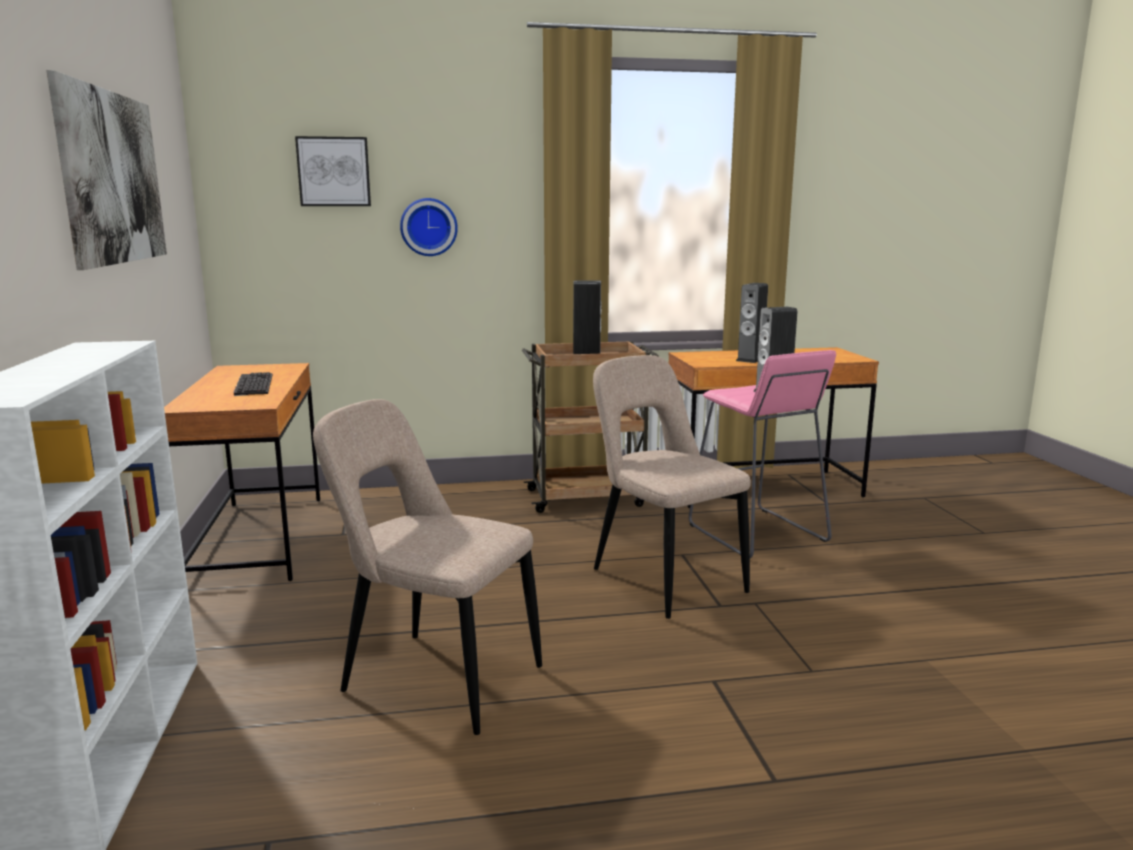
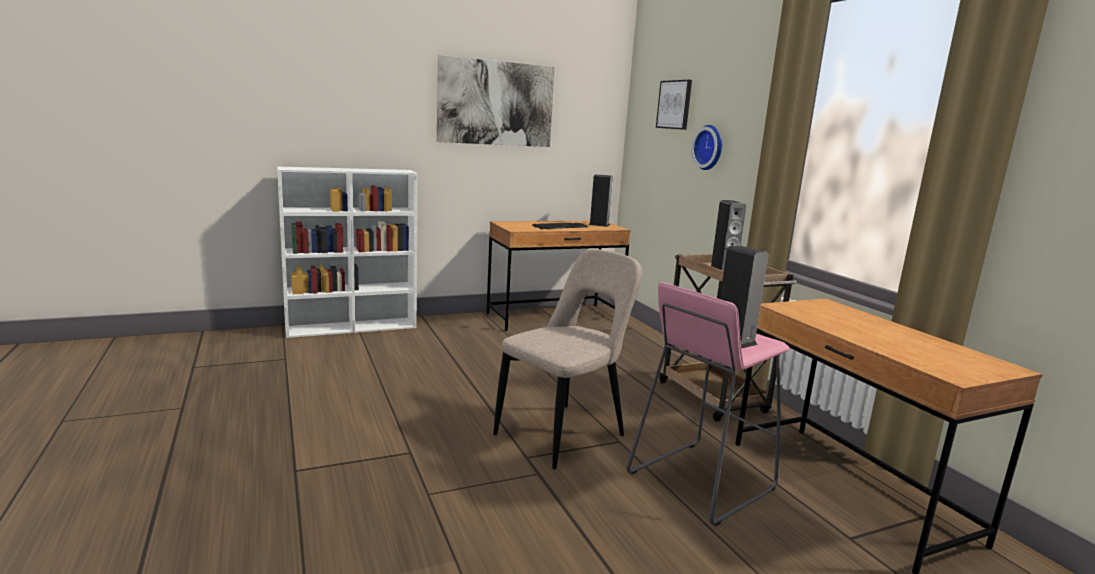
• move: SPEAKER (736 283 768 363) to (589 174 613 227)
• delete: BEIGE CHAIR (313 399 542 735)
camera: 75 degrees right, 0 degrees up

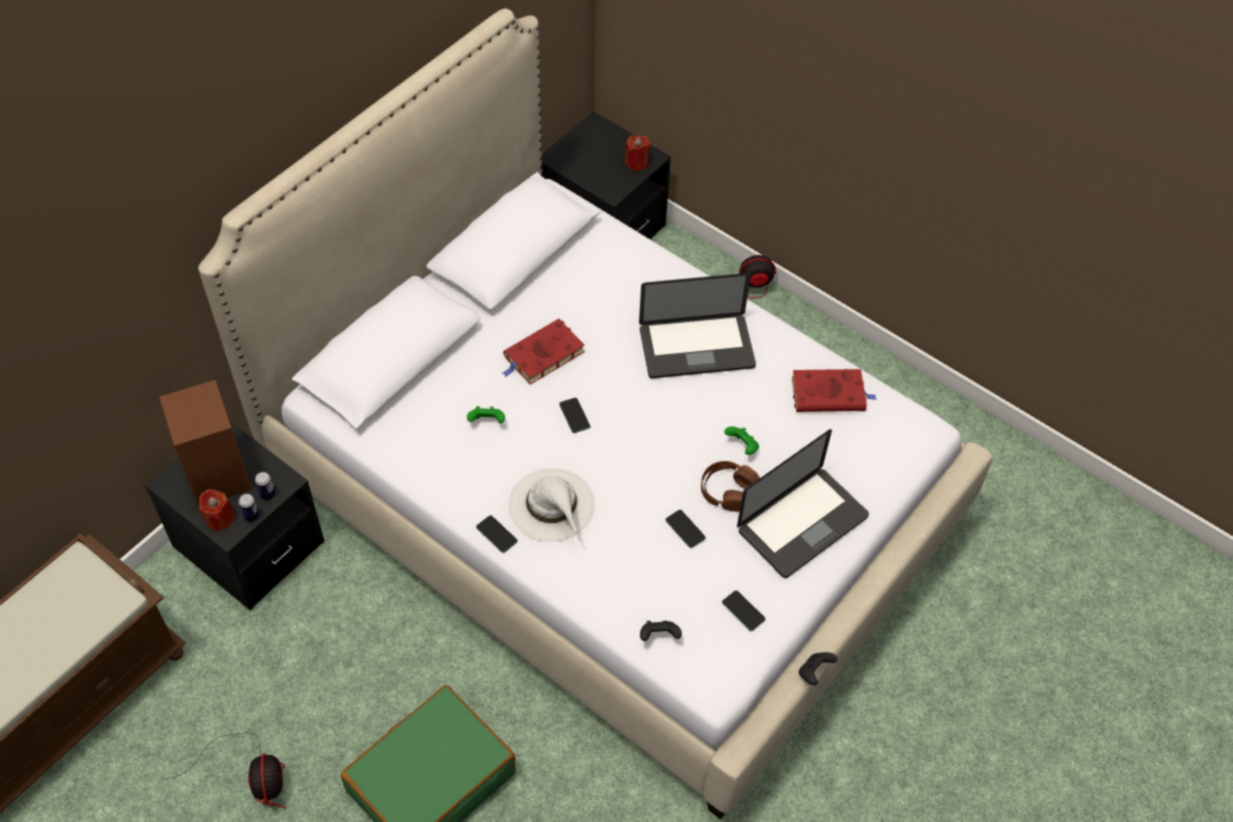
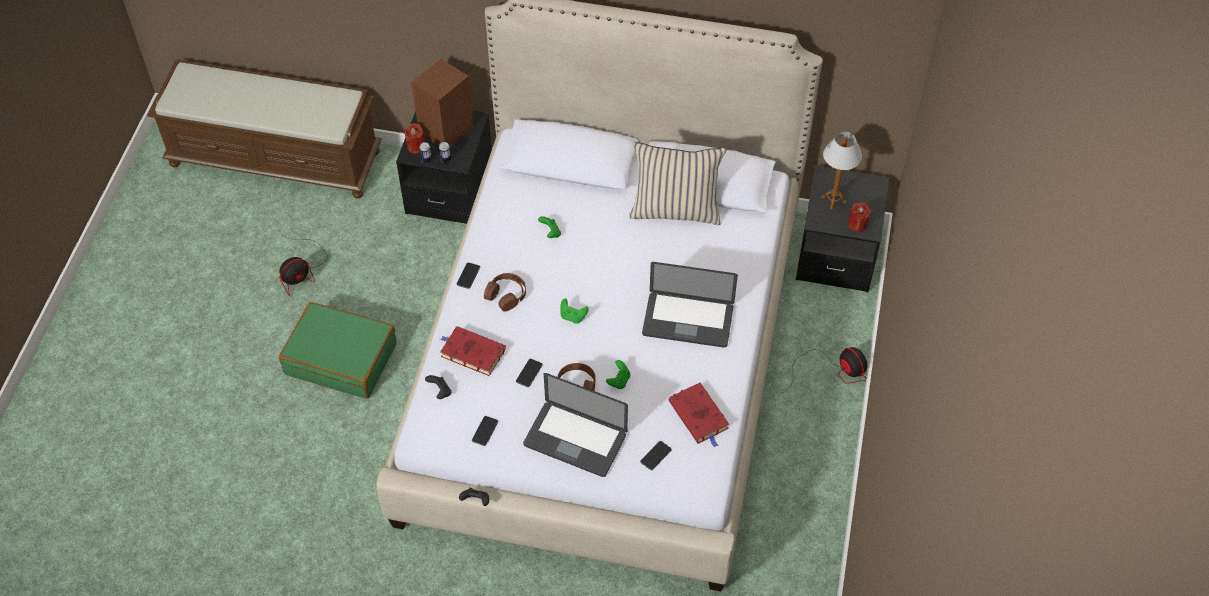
• move: RED BOOK (502 319 585 385) to (440 326 506 376)
• replace: WHITE HAT (508 468 595 542) to BROWN HEADPHONES (484 273 526 312)
• insert: GREEN GAME CONTROLLER (560 298 589 324)
• insert: BEIGE PILLOW (629 143 726 225)
• move: PHONE (559 398 590 433) to (640 441 672 470)
• rotate: LAPTOP (639 273 756 378) = (642 262 738 348) 45 degrees counterclockwise
• insert: TABLE LAMP (822 132 862 209)
camera: 65 degrees right, 0 degrees up

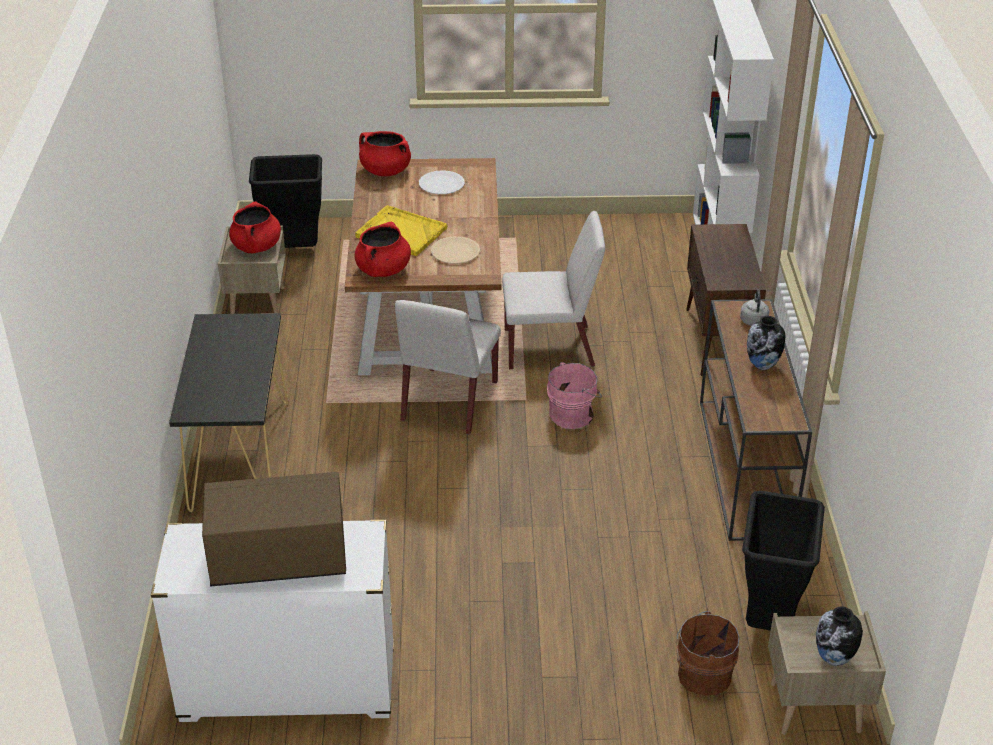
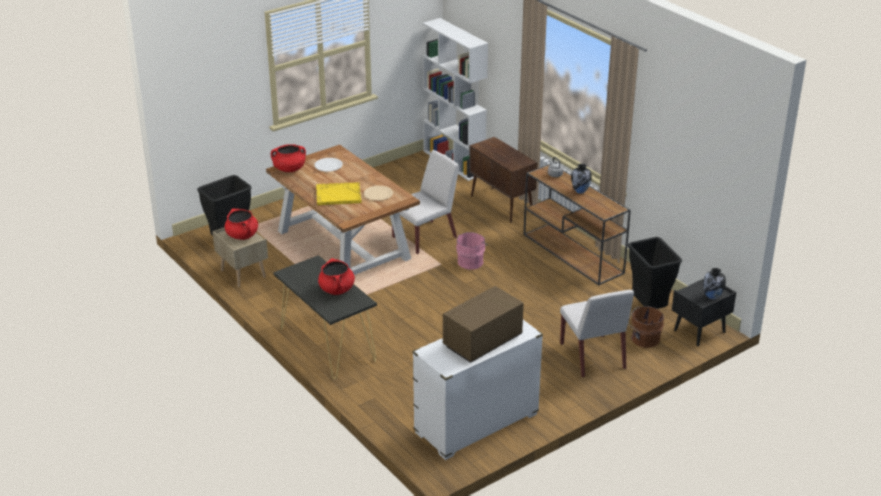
• move: RED COOKING POT (355 222 411 277) to (318 258 355 295)
• move: WHITE CHAIR (395 300 501 435) to (560 290 634 377)
• recolor: BEIGE NIGHTSTAND (768 611 886 735) to BLACK NIGHTSTAND (672 279 736 346)
camera: 35 degrees left, 5 degrees down

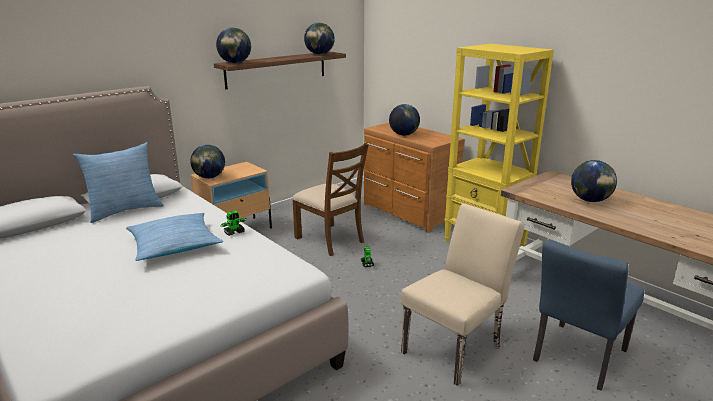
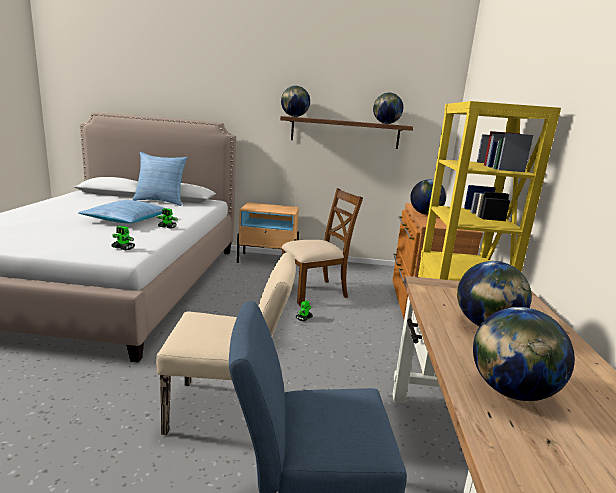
• insert: TOY ROBOT (111 226 135 250)
• rotate: BROWN CHAIR (292 143 368 256) = (282 188 363 305) 120 degrees counterclockwise
• move: GLOBE (190 145 225 179) to (473 307 575 401)
camera: 45 degrees right, 5 degrees down

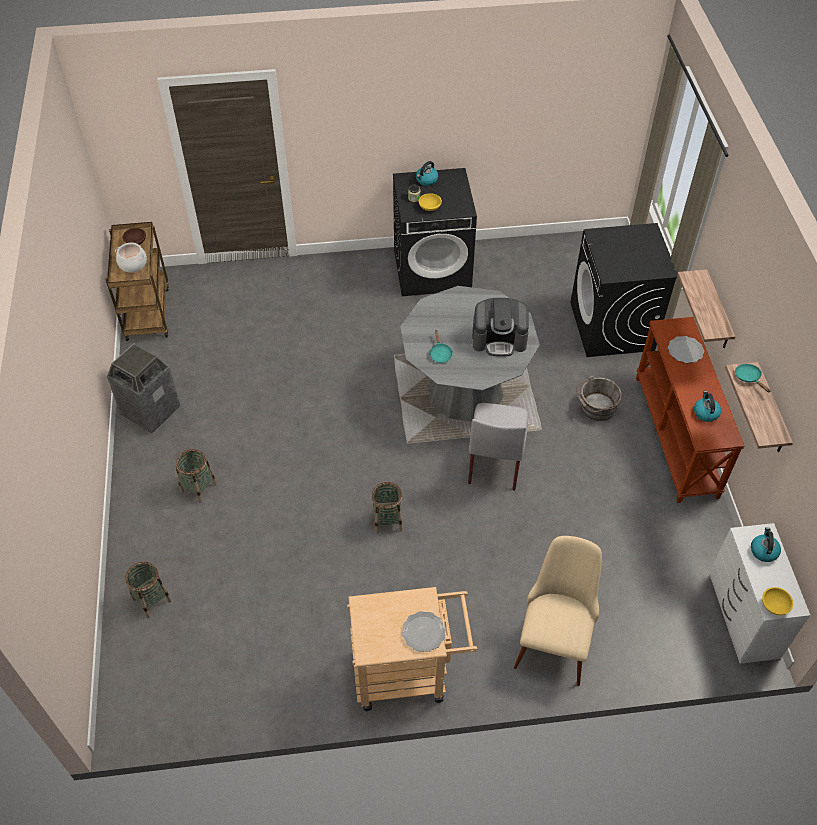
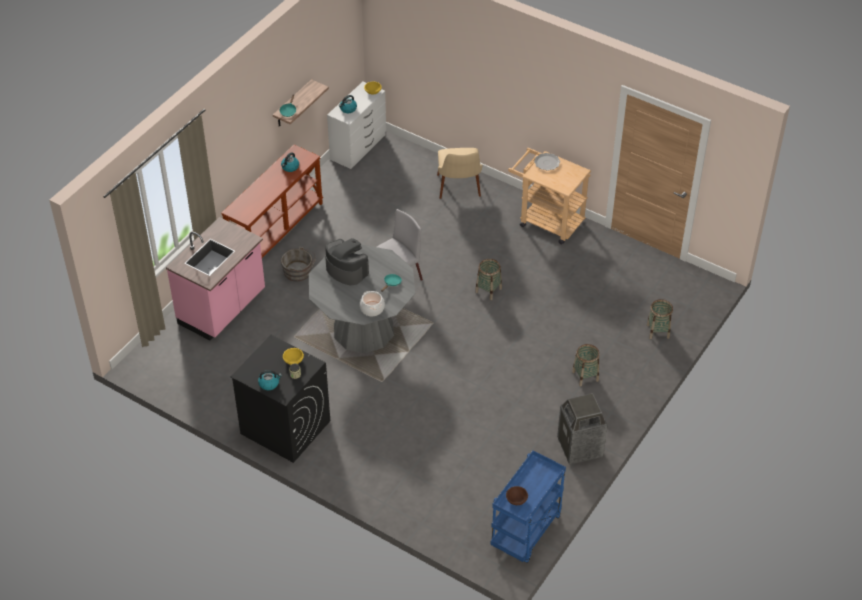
• replace: BLACK WASHING MACHINE (570 223 678 357) to PINK COUNTER (166 217 265 340)
• move: COOKING POT (115 243 147 273) to (360 291 385 316)
• rotate: BEIGE CHAIR (514 536 602 686) = (437 148 482 199) 60 degrees counterclockwise
• recolor: BROWN CART (105 222 169 341) to BLUE CART (490 451 566 563)
• delete: PLATE (668 336 704 363)
• delete: SHELF (677 269 736 348)
camera: 140 degrees left, 5 degrees down

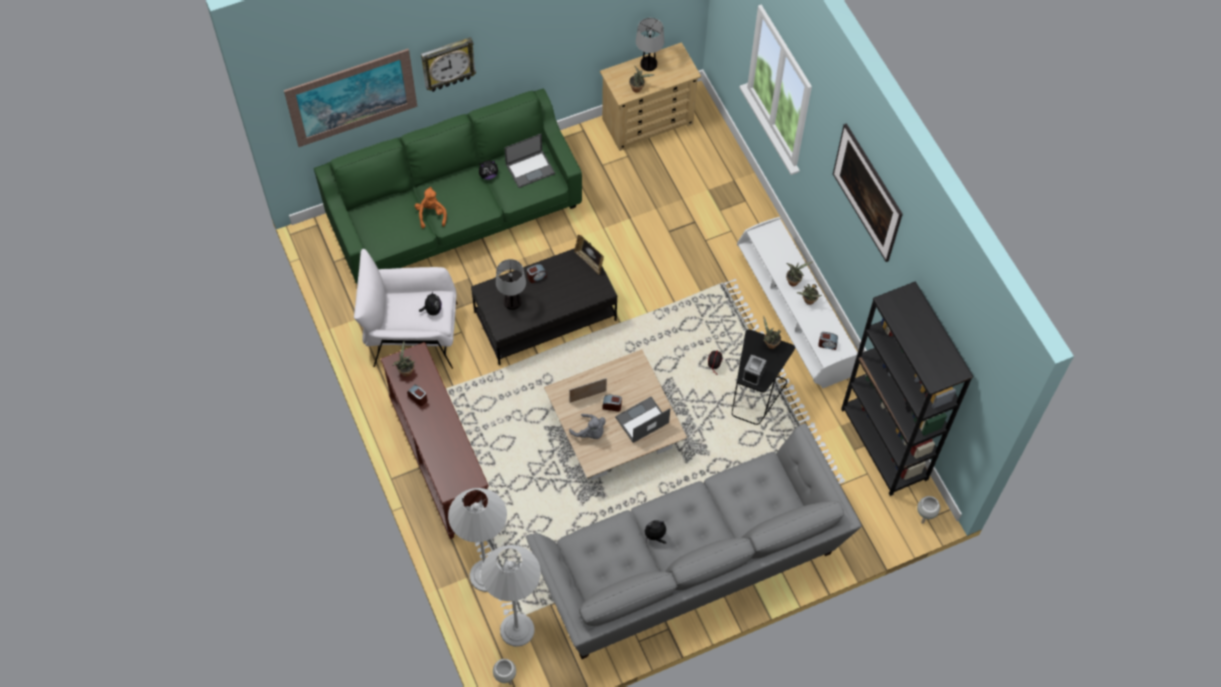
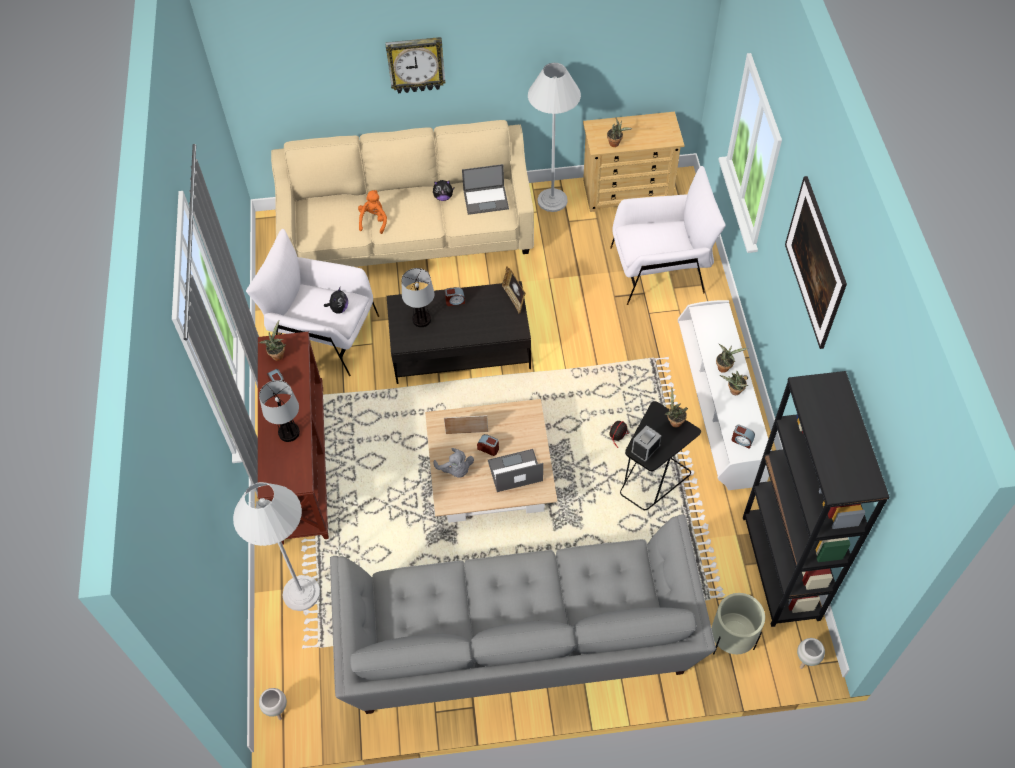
• move: TABLE LAMP (636 18 664 71) to (259 380 300 442)
• recolor: GREEN SOFA (314 88 582 284) to BEIGE SOFA (271 120 534 267)
• move: WHITE FLOOR LAMP (481 545 541 647) to (528 63 581 212)
• insert: WHITE ARMCHAIR (610 166 726 305)
• insert: BEIGE PLANTER (712 593 765 655)
• delete: PICTURE (284 49 417 147)
• delete: PLUSH TOY (645 520 666 544)
camera: 20 degrees right, 5 degrees down

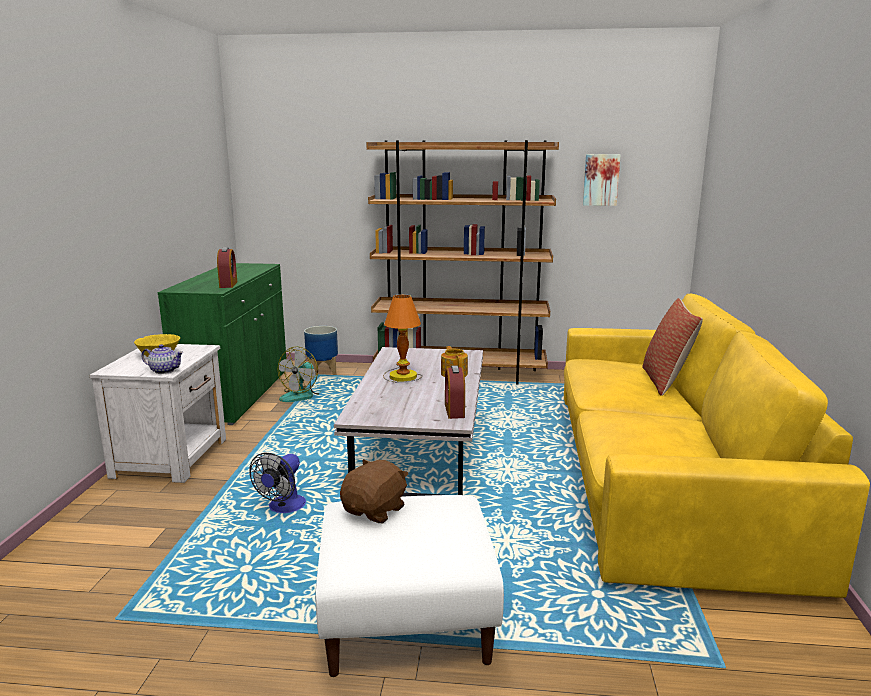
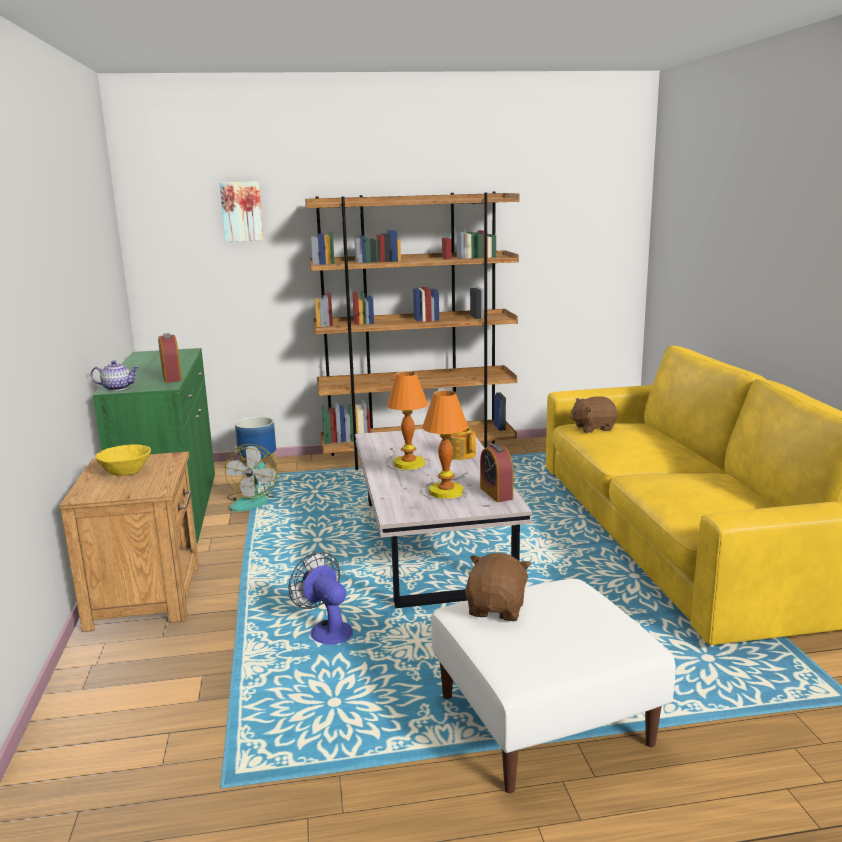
• recolor: WHITE NIGHTSTAND (90 344 226 483) to BROWN NIGHTSTAND (59 452 199 632)
• move: TEAPOT (141 344 184 374) to (91 360 139 391)
• move: PICTURE (583 154 621 206) to (220 181 264 242)
• rotate: FAN (249 453 306 513) = (288 552 353 645) 135 degrees clockwise
• insert: TABLE LAMP (422 390 469 500)
• insert: BROWN PLUSH TOY (569 396 618 433)
• delete: PILLOW (642 298 703 396)
camera: 15 degrees left, 0 degrees up

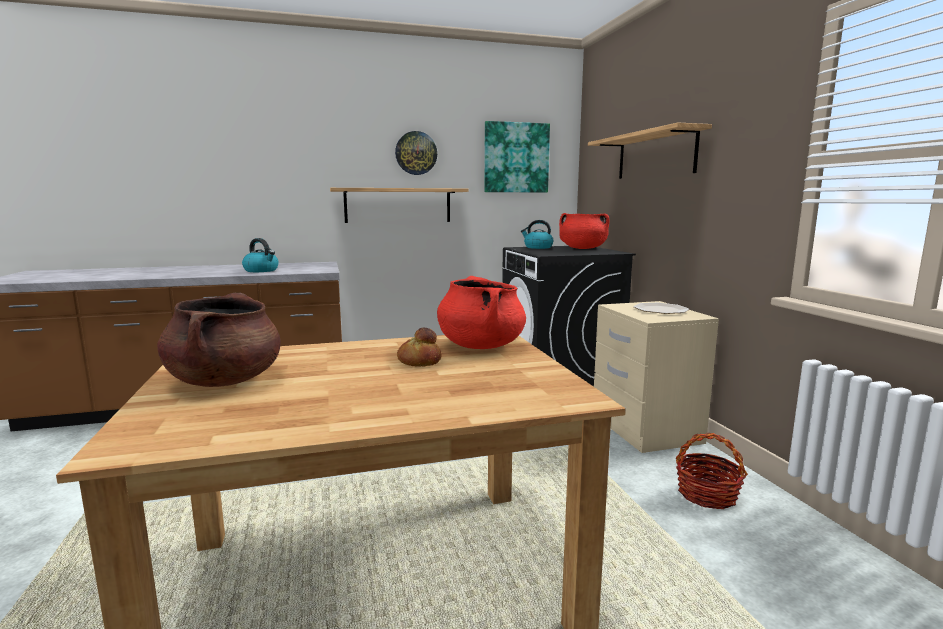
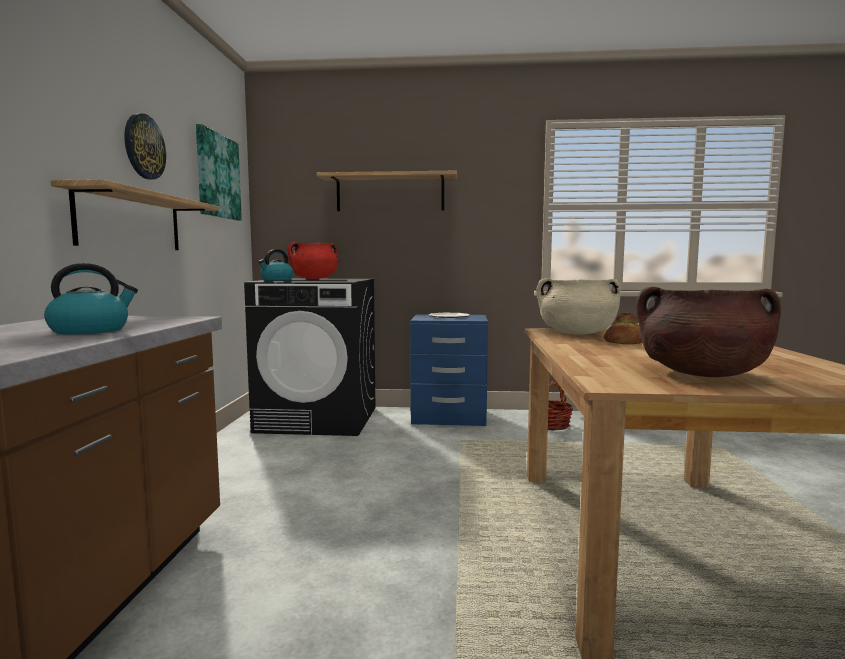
• recolor: BEIGE NIGHTSTAND (594 301 719 453) to BLUE NIGHTSTAND (410 314 488 426)
• recolor: RED COOKING POT (437 276 526 349) to BEIGE COOKING POT (536 278 621 335)
camera: 70 degrees left, 5 degrees down

